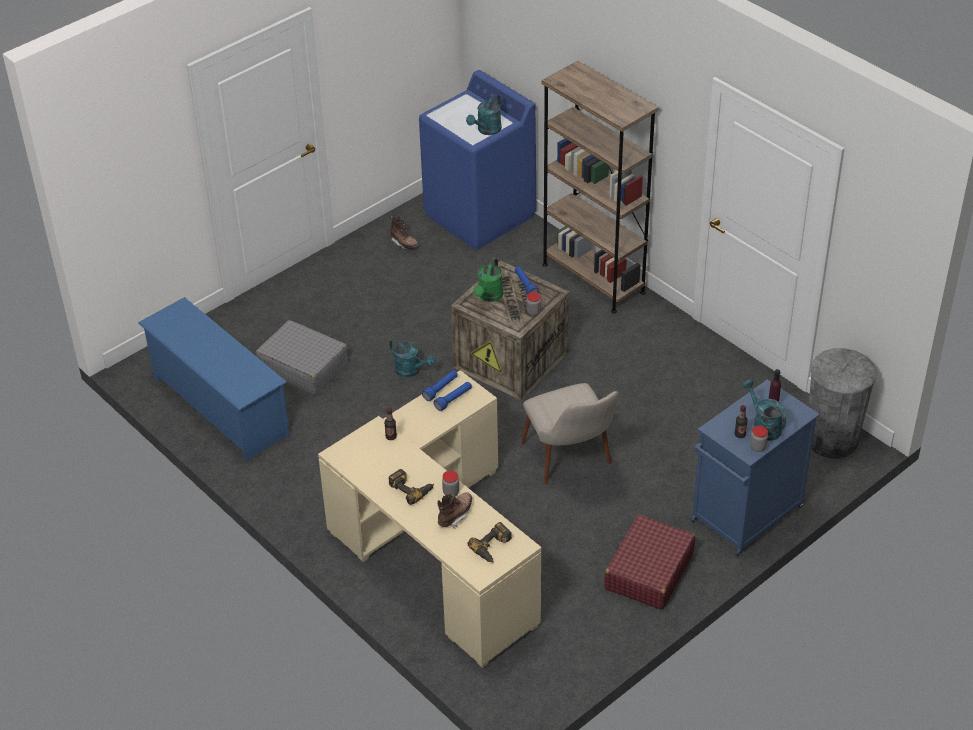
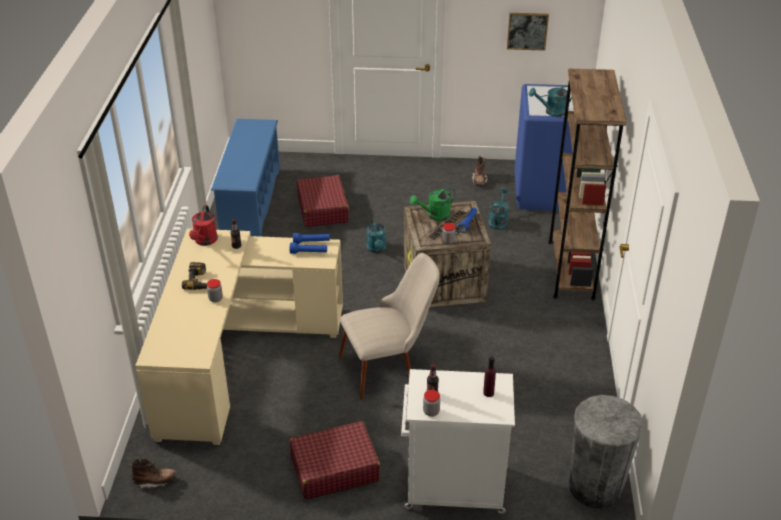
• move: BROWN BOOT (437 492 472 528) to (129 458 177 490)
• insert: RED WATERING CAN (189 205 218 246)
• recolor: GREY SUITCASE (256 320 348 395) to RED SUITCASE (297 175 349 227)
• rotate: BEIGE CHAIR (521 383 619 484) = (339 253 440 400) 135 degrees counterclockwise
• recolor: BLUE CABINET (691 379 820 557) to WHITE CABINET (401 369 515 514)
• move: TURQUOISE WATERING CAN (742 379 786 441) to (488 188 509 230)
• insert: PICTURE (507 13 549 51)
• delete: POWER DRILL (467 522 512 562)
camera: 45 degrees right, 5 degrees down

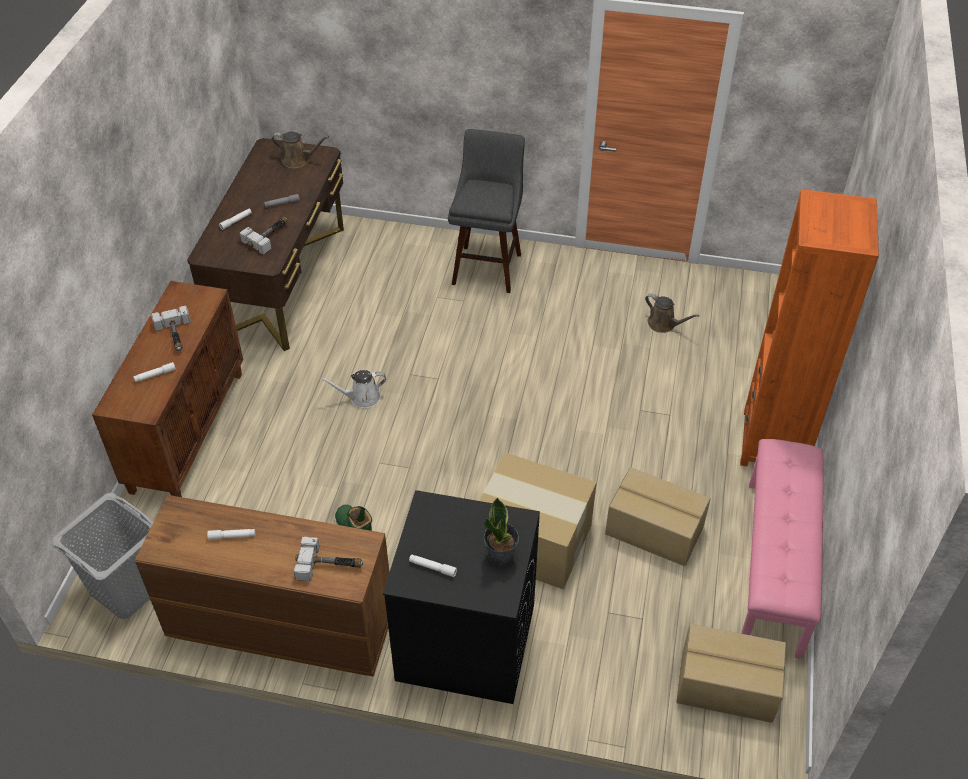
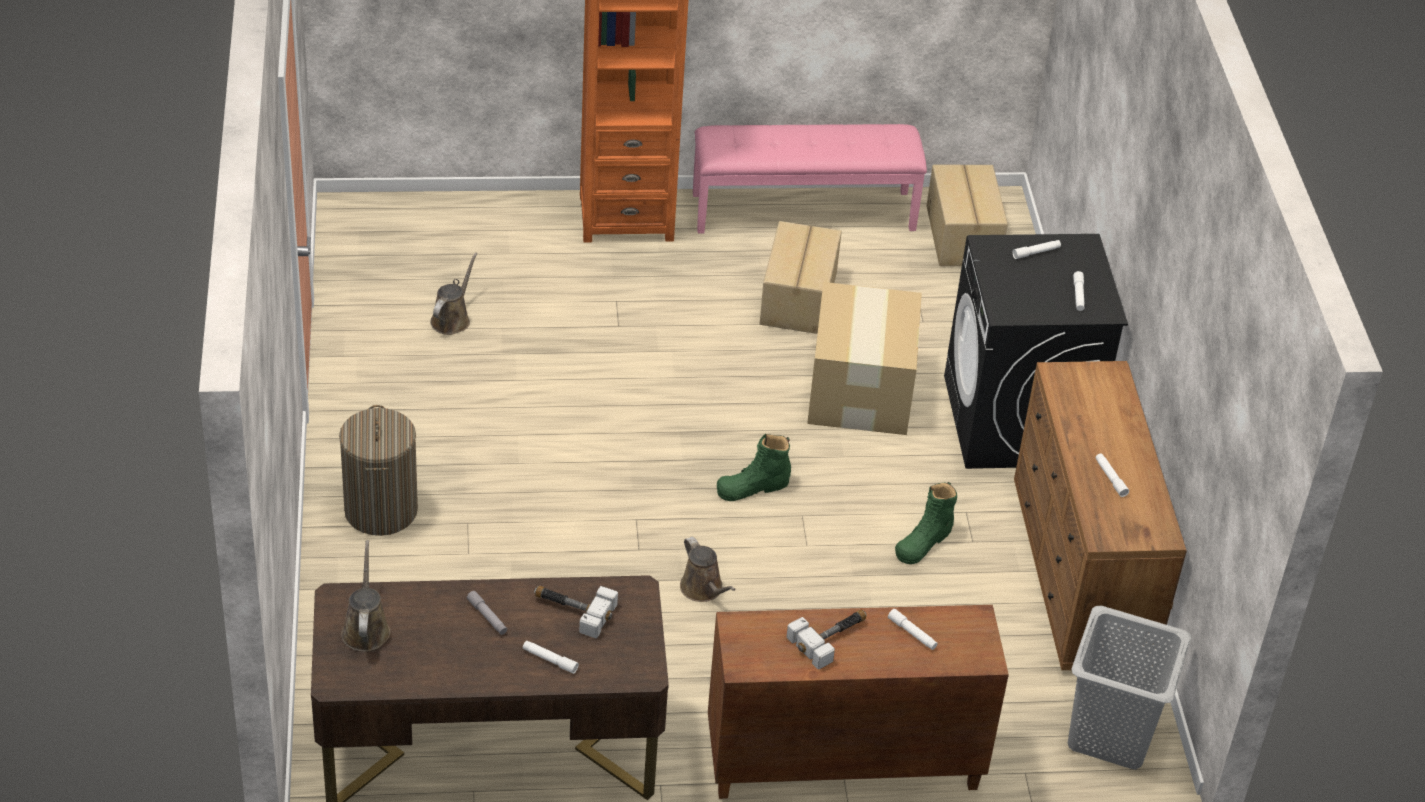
• replace: GREY STOOL (448 129 525 293) to LAUNDRY BASKET (339 405 418 536)
• recolor: WHITE WATERING CAN (320 370 386 408) to BROWN WATERING CAN (680 537 736 602)
• insert: GREEN BOOT (717 434 791 501)
• replace: POTTED PLANT (483 498 519 566) to WHITE FLASHLIGHT (1013 240 1061 259)
• delete: HAMMER (294 537 363 581)
camera: 110 degrees left, 5 degrees down

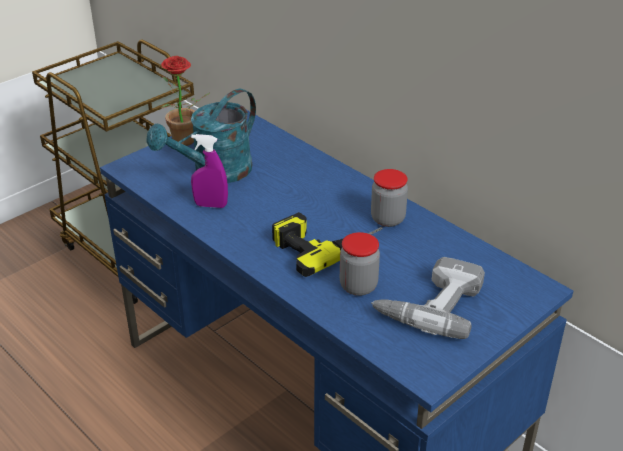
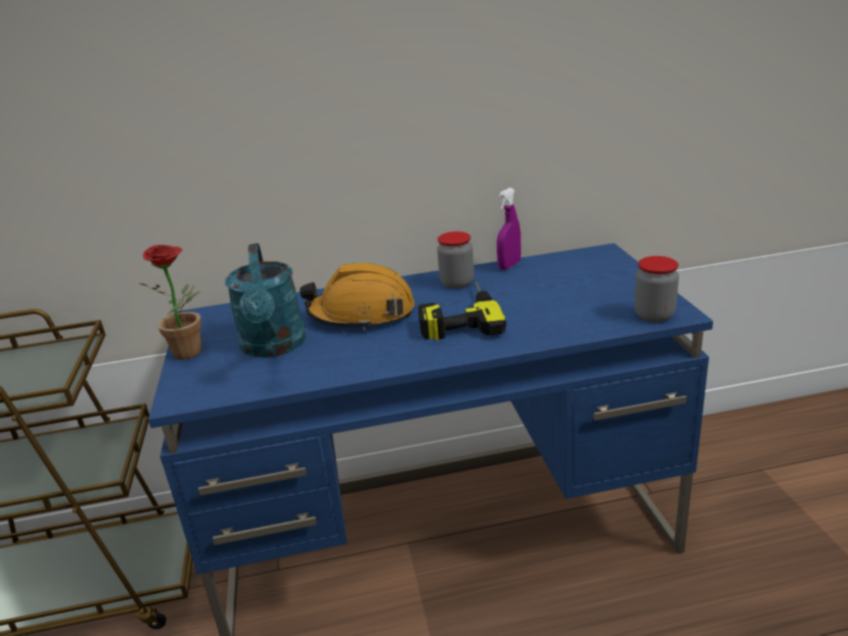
• insert: ORANGE HARD HAT (300 263 415 331)
• move: PURPLE SPRAY BOTTLE (191 134 228 208) to (497 188 521 270)
• move: JAR (340 232 380 296) to (634 256 679 322)
• delete: POWER DRILL (371 257 485 339)
camera: 55 degrees left, 10 degrees down

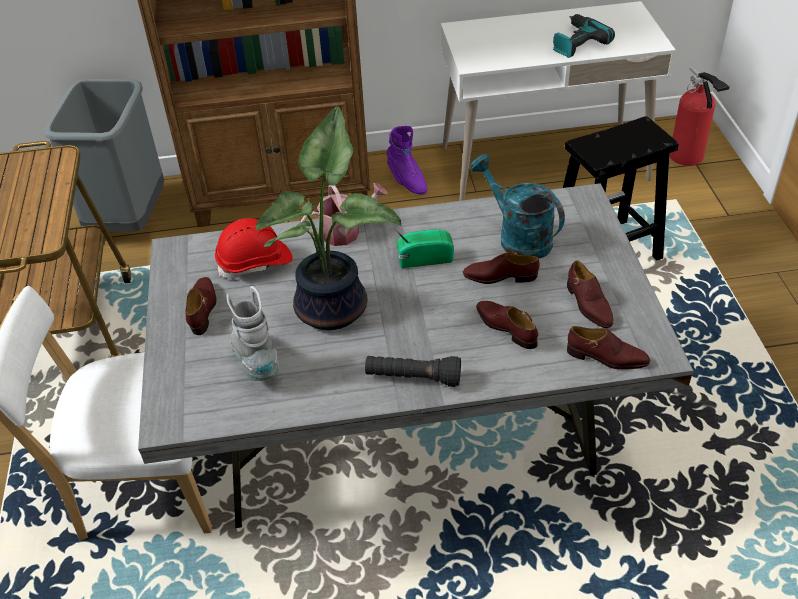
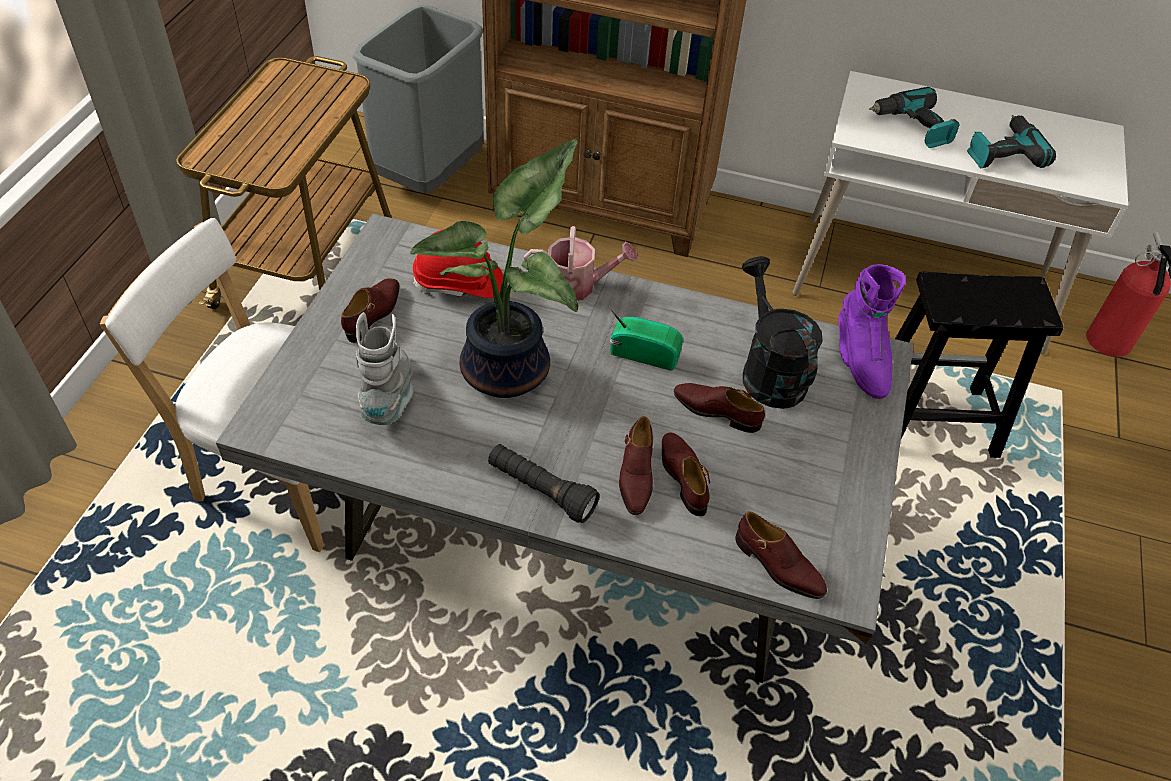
• move: BROWN SHOE (567 260 613 328) to (619 416 653 515)
• recolor: TURQUOISE WATERING CAN (470 154 565 259) to BLACK WATERING CAN (742 256 823 409)
• move: PURPLE BOOT (386 126 427 195) to (838 264 906 399)
• insert: POWER DRILL (869 87 960 148)
camera: 20 degrees right, 5 degrees up

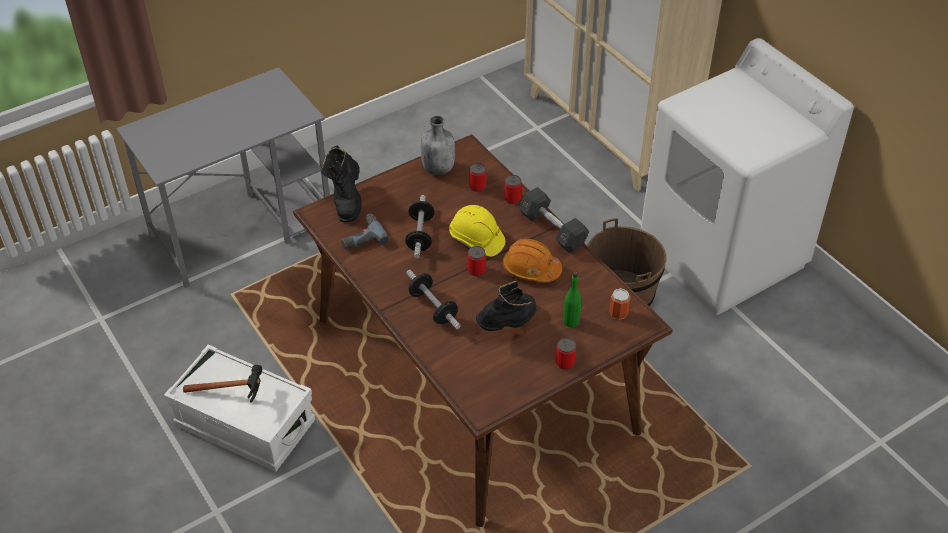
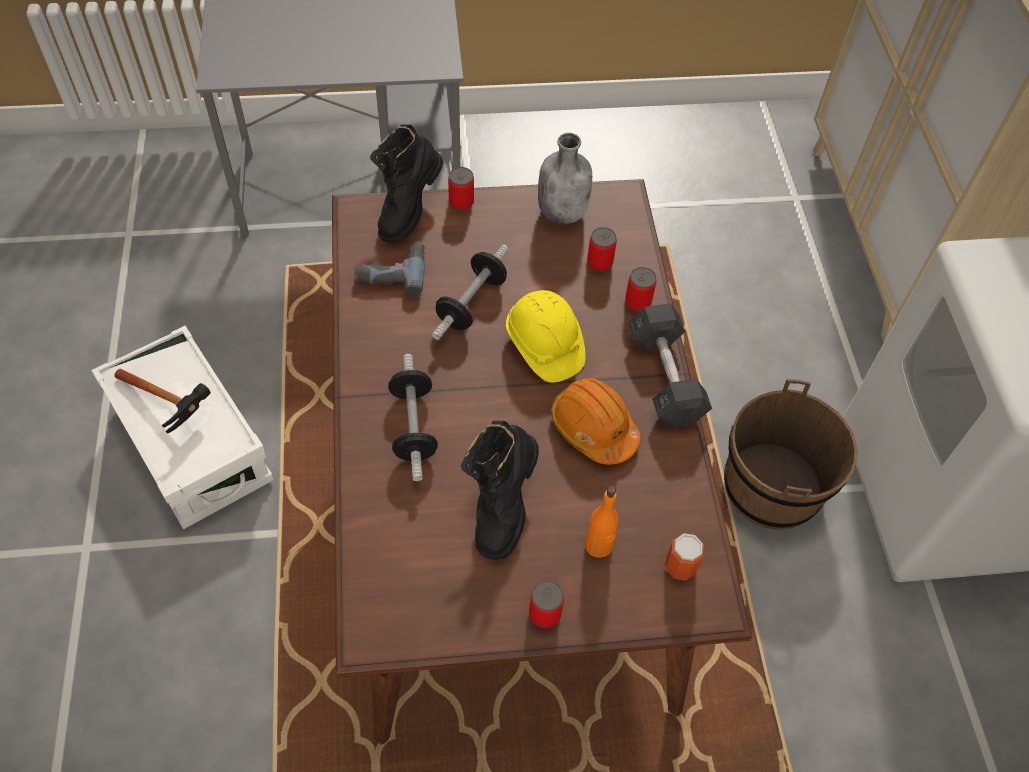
• move: CAN (468 246 486 276) to (448 167 474 211)
• rotate: BLACK BOOT (476 281 537 331) = (461 421 539 560) 120 degrees clockwise
• recolor: GREEN BOTTLE (563 271 582 327) to ORANGE BOTTLE (585 486 619 558)
camera: 25 degrees right, 10 degrees up

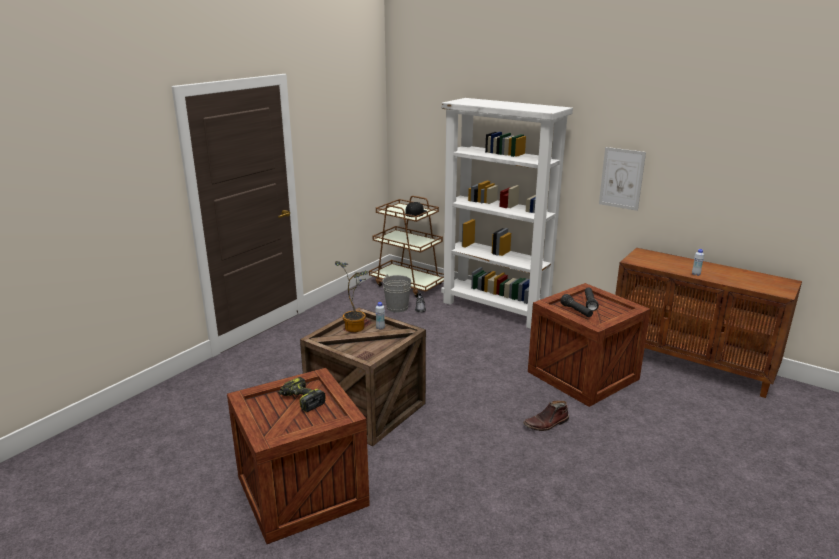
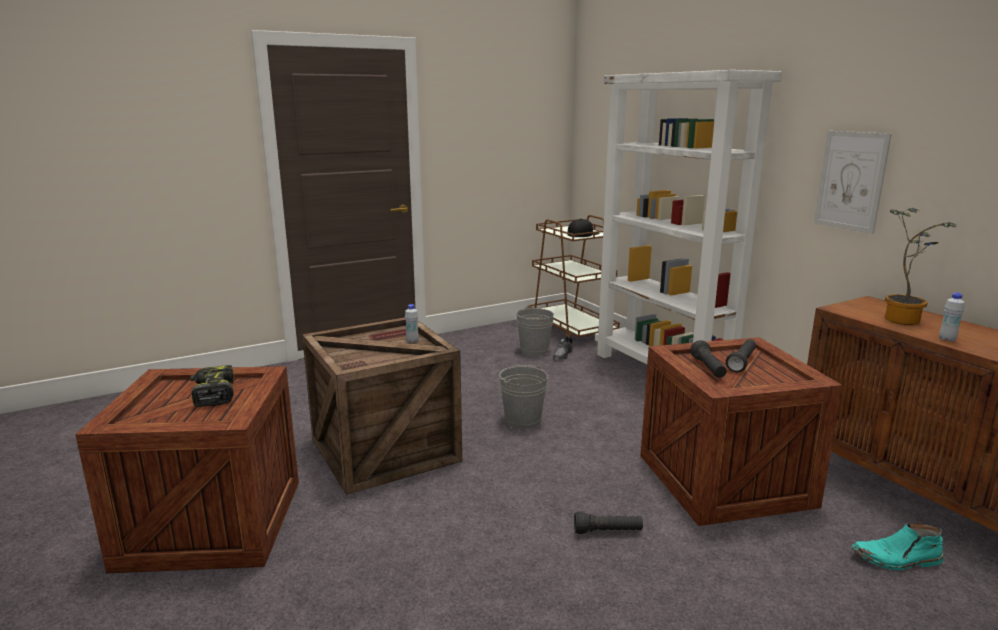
• insert: GREY BUCKET (499 364 548 429)
• replace: BROWN BOOT (523 401 569 431) to BLACK FLASHLIGHT (574 512 643 534)
• insert: TURQUOISE BOOT (851 523 944 570)
• move: POTTED PLANT (335 261 369 332) to (885 208 957 325)
camera: 25 degrees right, 5 degrees down

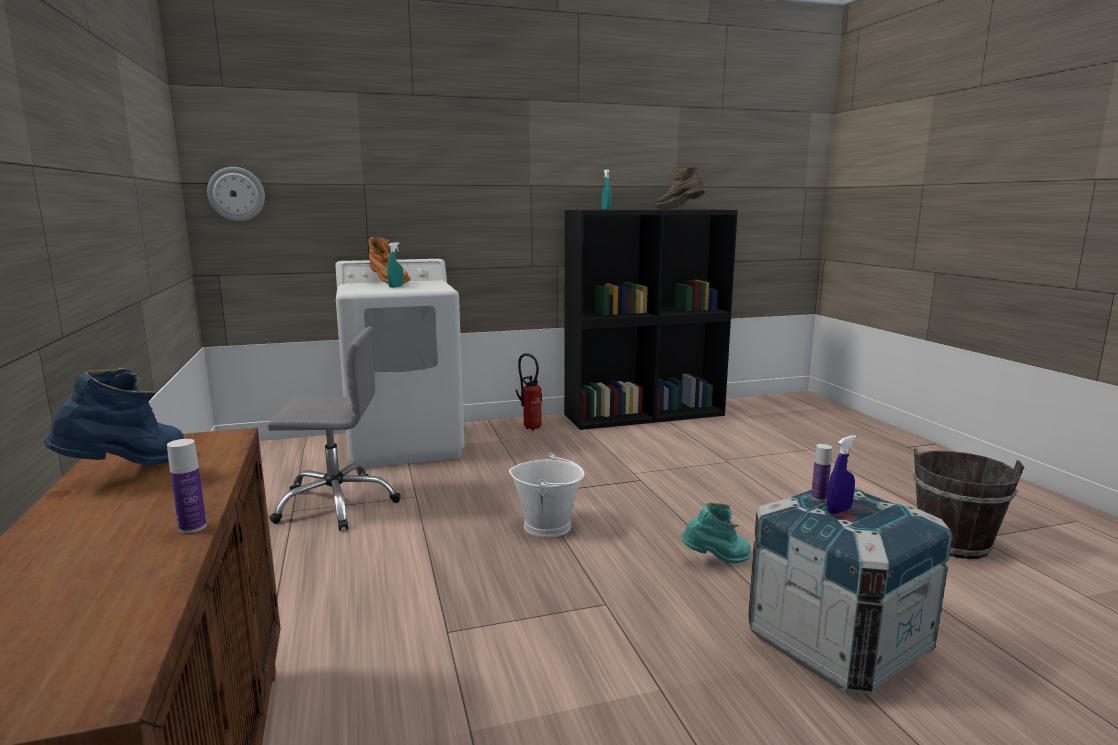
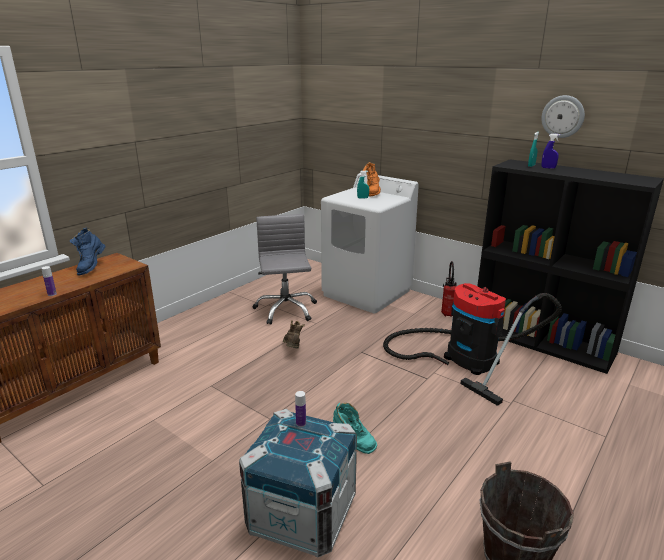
• rotate: BLUE BOOT (43 368 184 466) = (70 228 105 276) 105 degrees clockwise
• rotate: GREY OFFICE CHAIR (268 327 401 531) = (252 214 317 325) 150 degrees counterclockwise
• move: BROWN BOOT (656 167 705 209) to (283 320 305 349)
• insert: VACUUM CLEANER (383 283 562 406)
• move: WALL CLOCK (207 167 265 221) to (541 95 585 138)
• move: BLUE SPRAY BOTTLE (827 435 856 514) to (542 134 560 169)
• delete: WHITE BUCKET (509 453 584 538)
camera: 55 degrees right, 10 degrees up

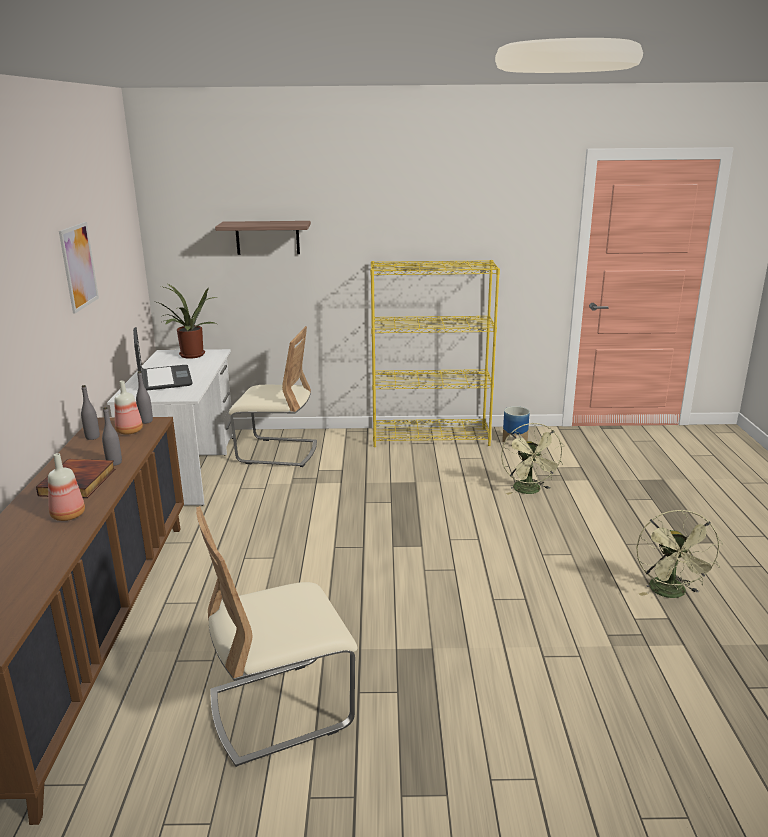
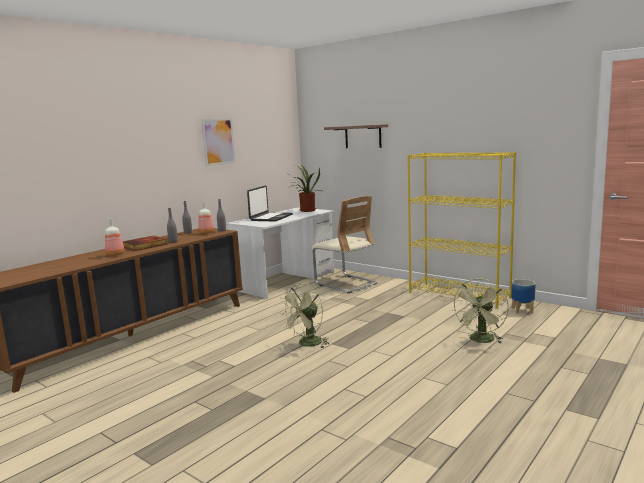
• move: GREEN FAN (637 510 723 598) to (279 283 329 348)
• delete: BEIGE CHAIR (196 506 357 767)
camera: 40 degrees right, 10 degrees down

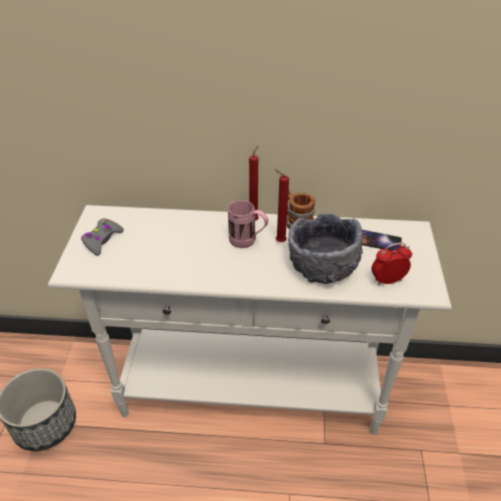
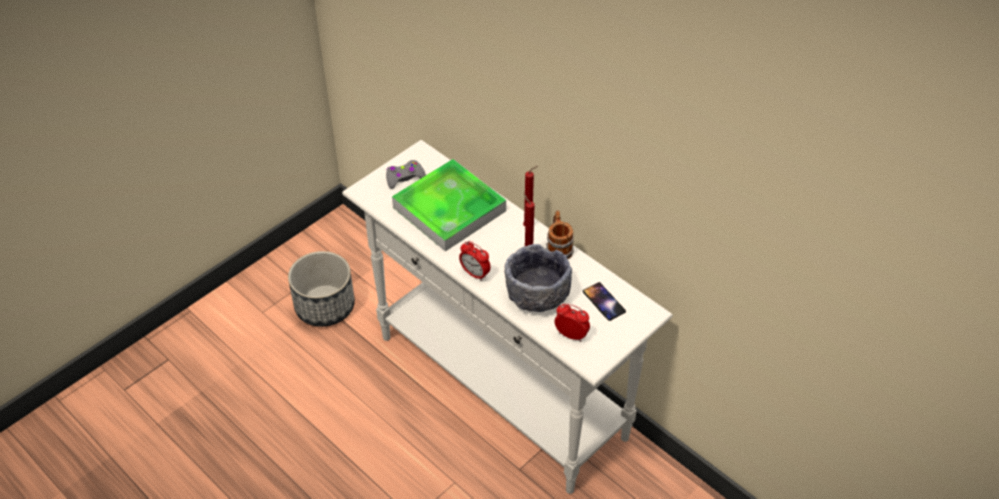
• insert: TRAY (392 159 506 252)
• insert: ALARM CLOCK (459 241 491 281)
• delete: PINK MUG (228 200 268 248)
camera: 40 degrees right, 5 degrees up

